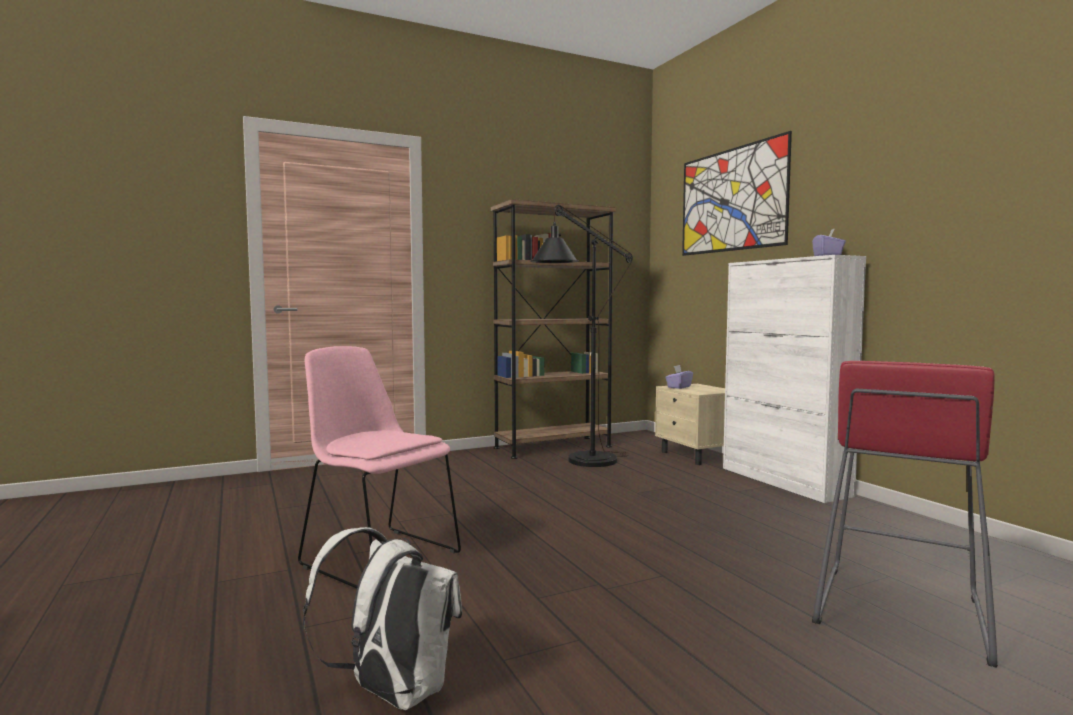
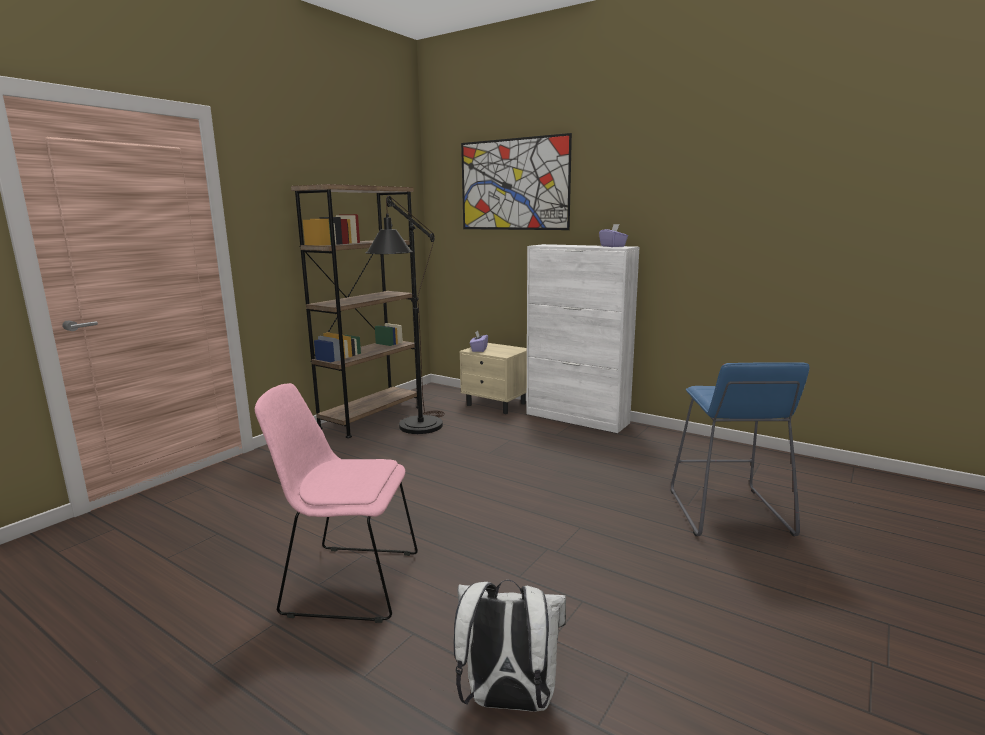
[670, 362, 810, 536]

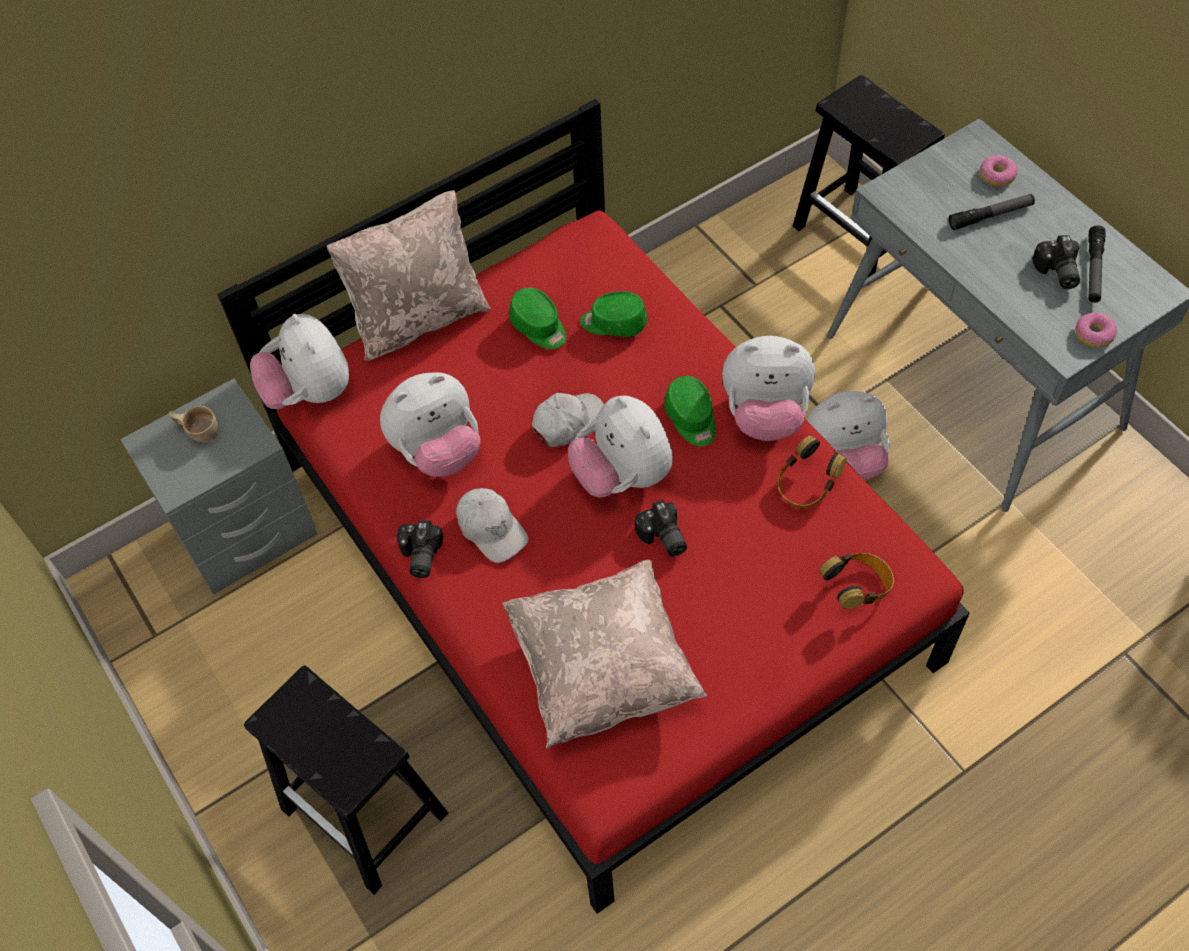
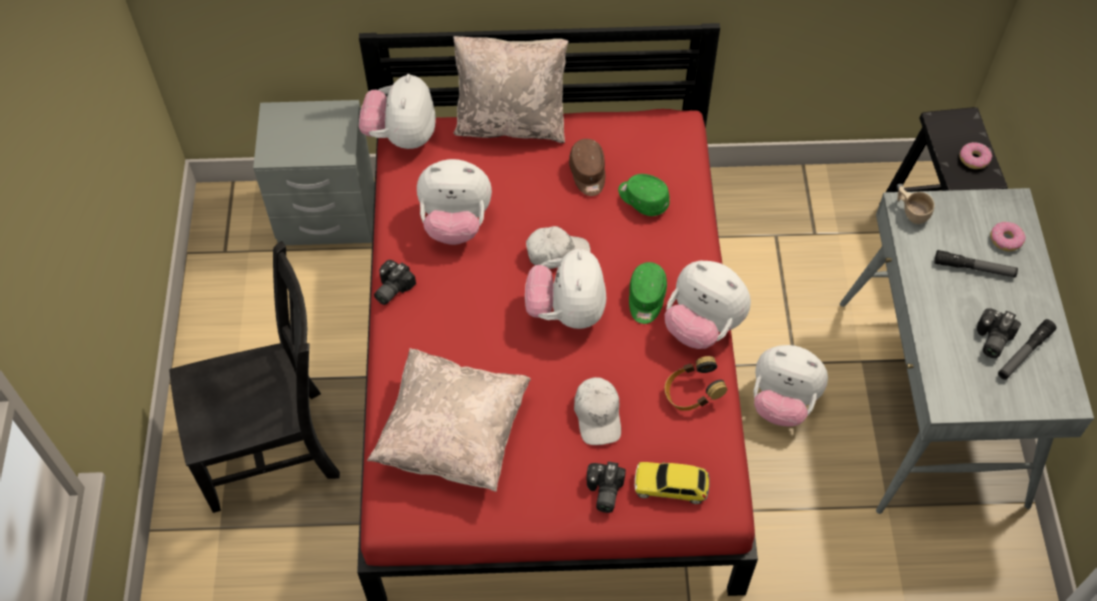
[169, 241, 340, 513]
[569, 139, 605, 196]
[574, 377, 621, 445]
[587, 462, 626, 513]
[635, 462, 710, 504]
[897, 186, 934, 224]
[959, 142, 992, 169]

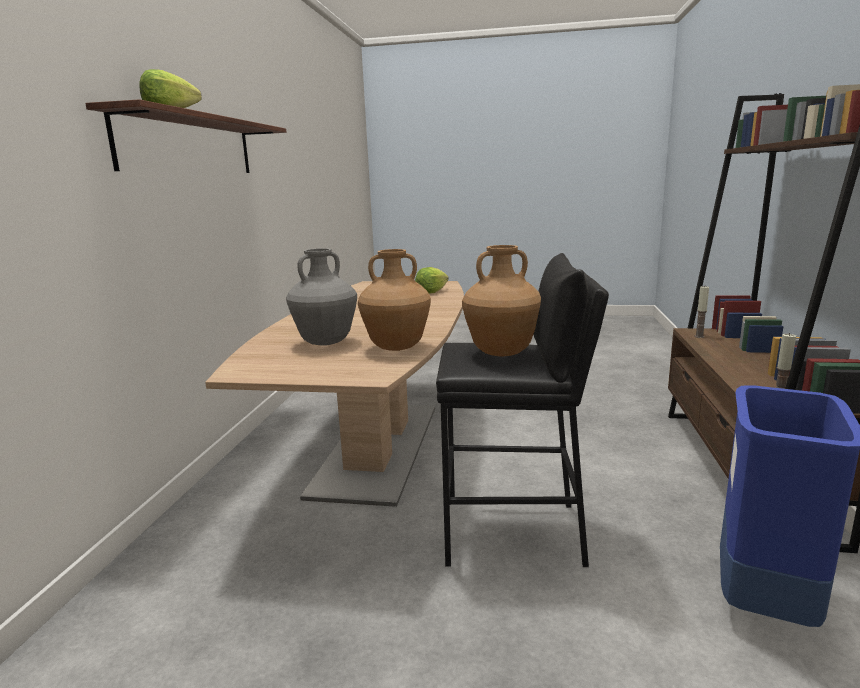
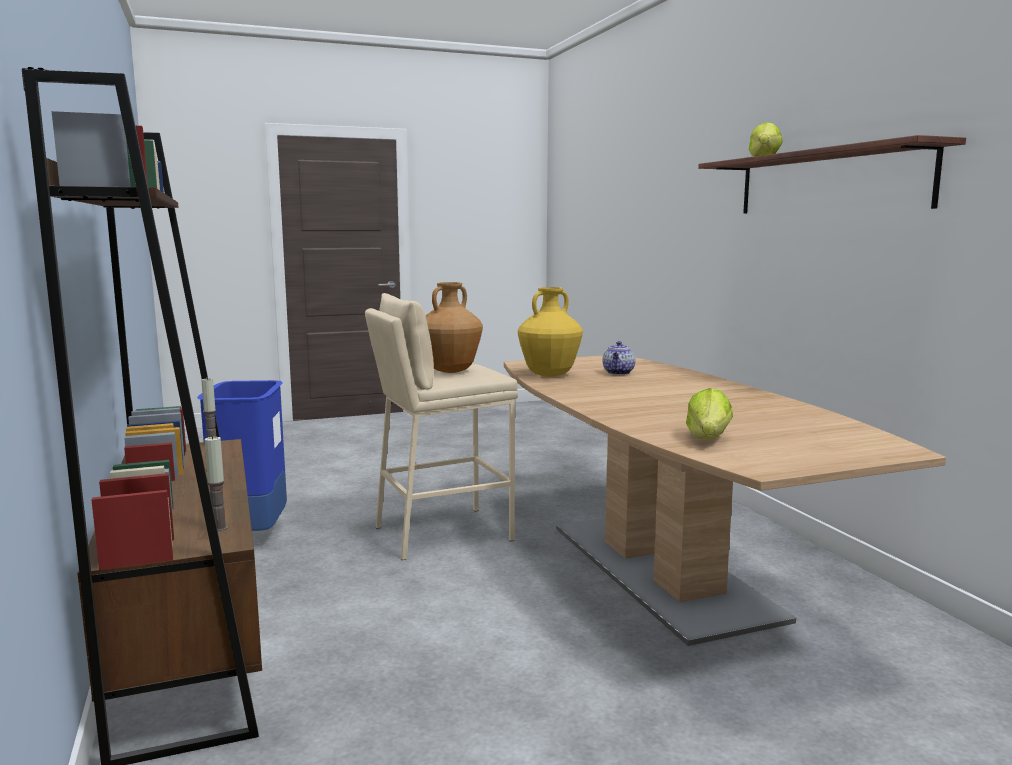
[365, 293, 518, 560]
[518, 287, 583, 377]
[602, 341, 636, 375]

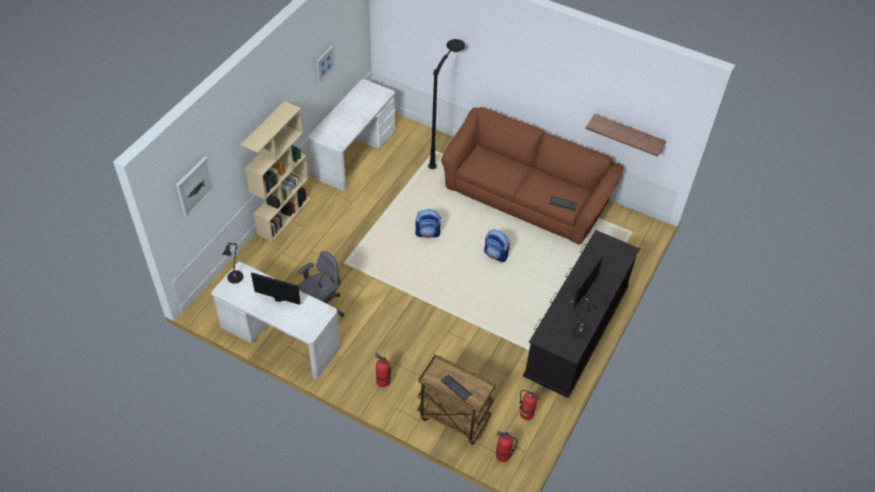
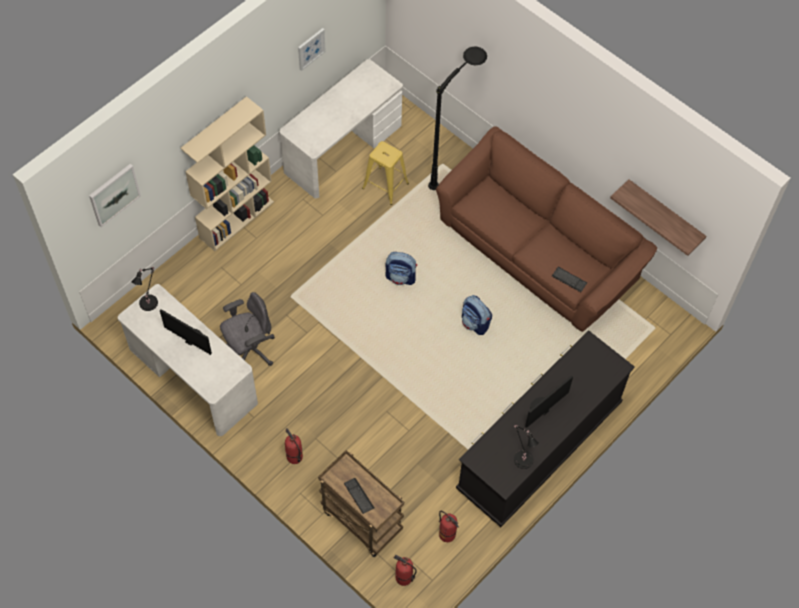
[362, 141, 409, 205]

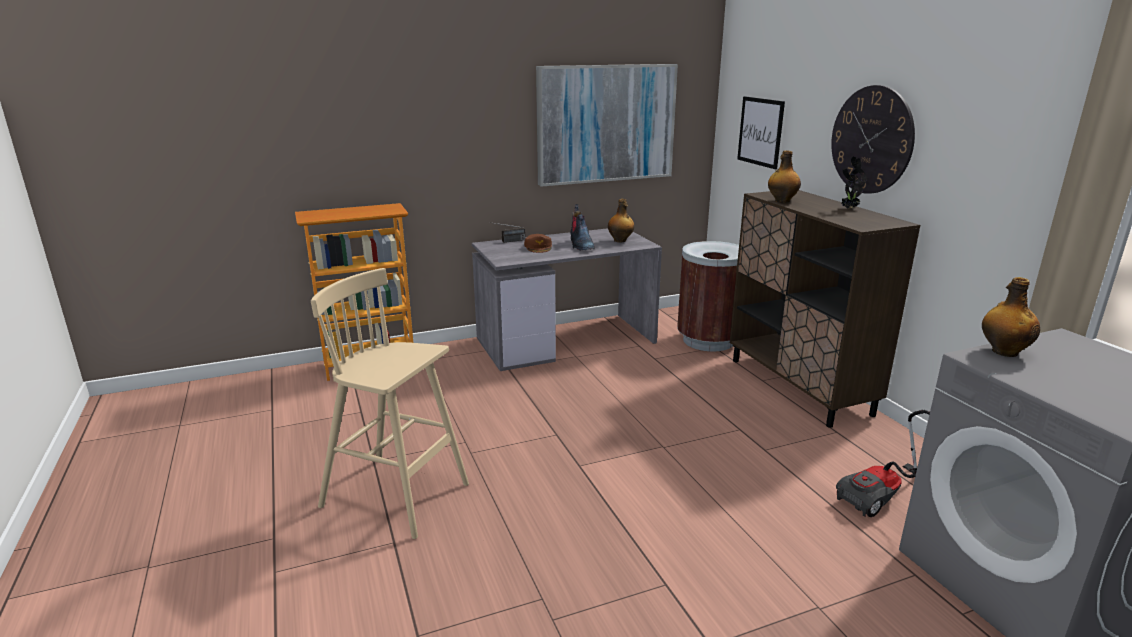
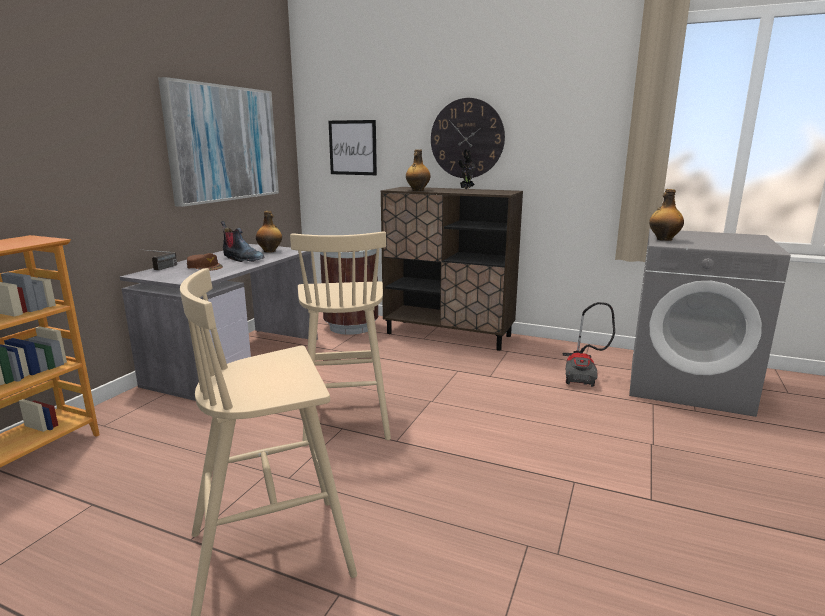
[290, 231, 391, 446]

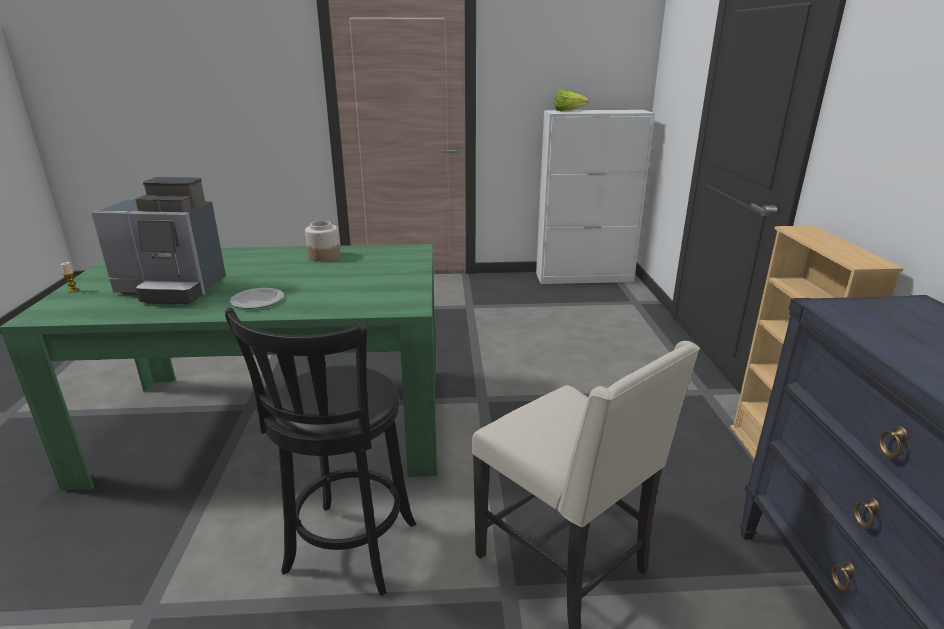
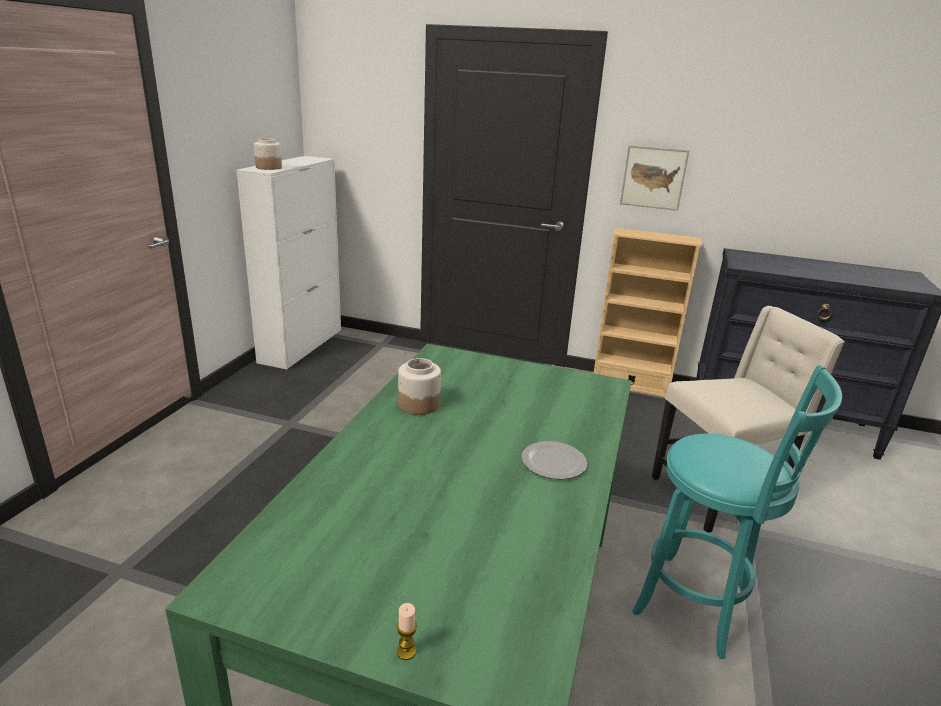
[254, 138, 282, 170]
[620, 145, 689, 211]
[632, 365, 842, 659]
[91, 177, 226, 305] (first image)

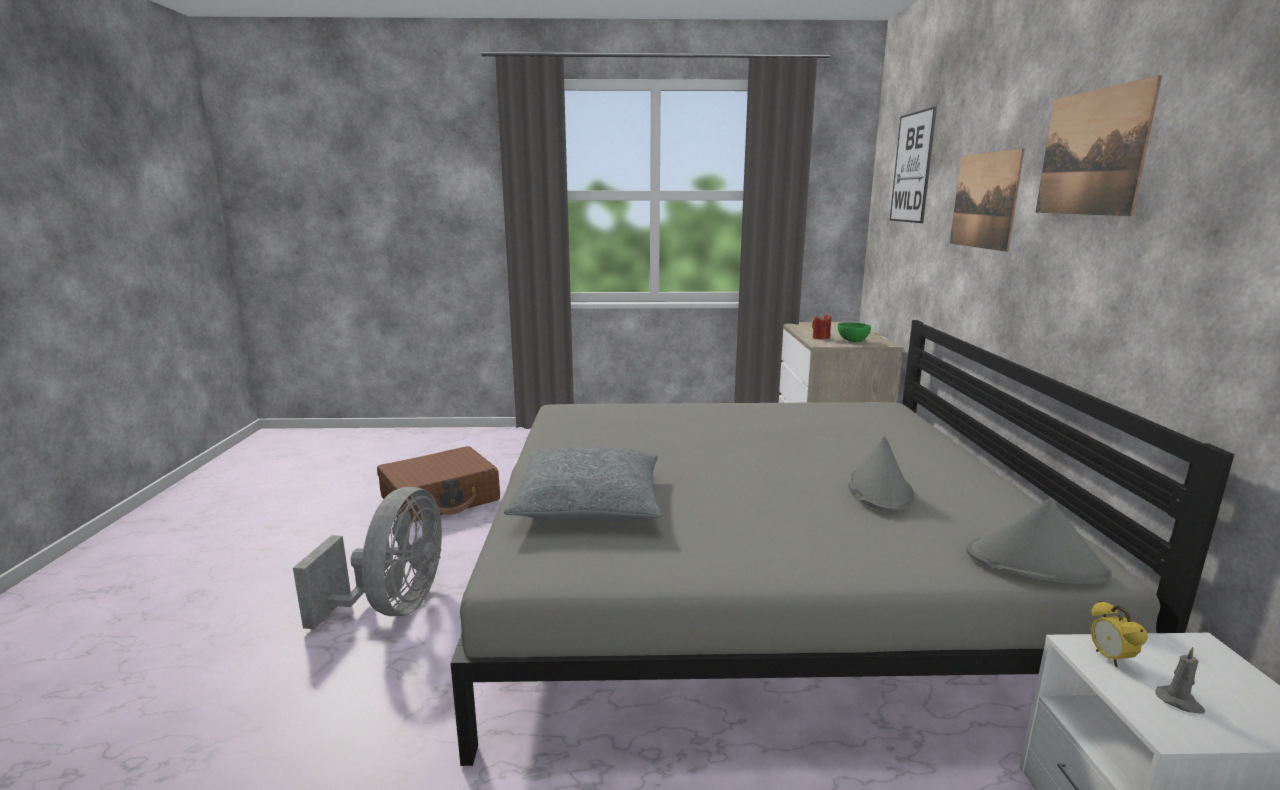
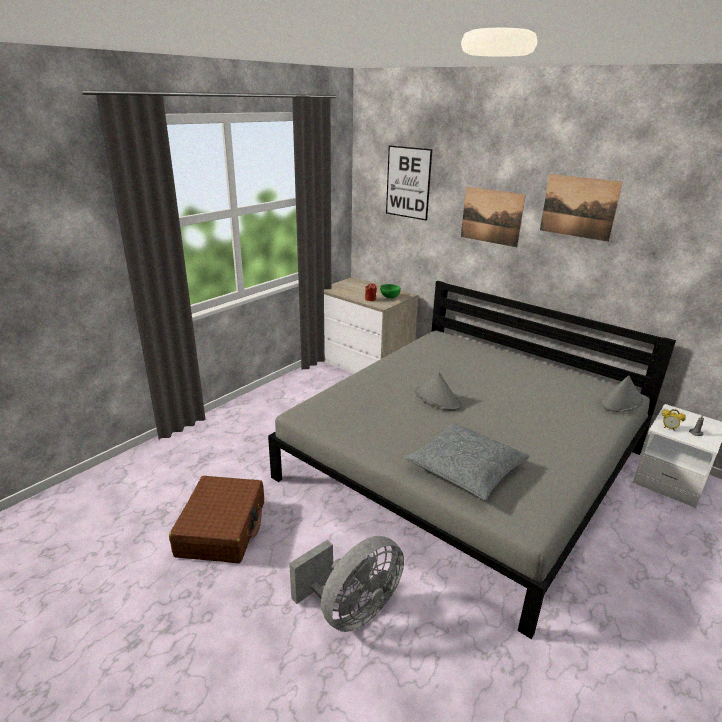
[289, 536, 404, 632]
[415, 372, 462, 411]

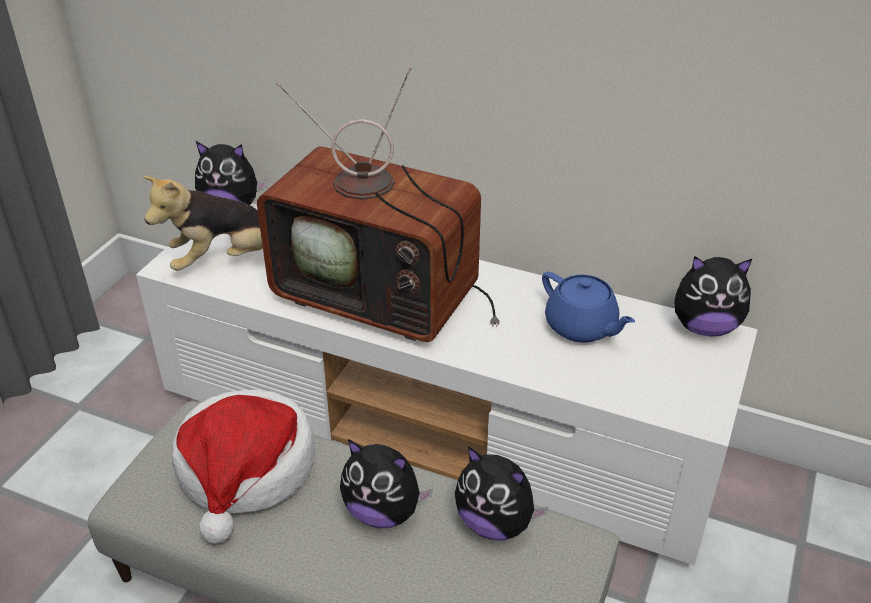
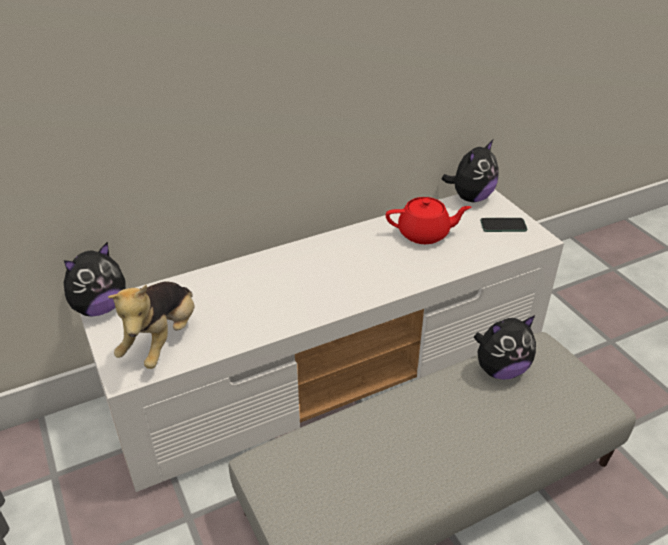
[386, 197, 471, 244]
[480, 218, 527, 232]
[172, 390, 315, 544] (first image)
[257, 66, 499, 342] (first image)
[340, 439, 433, 528] (first image)

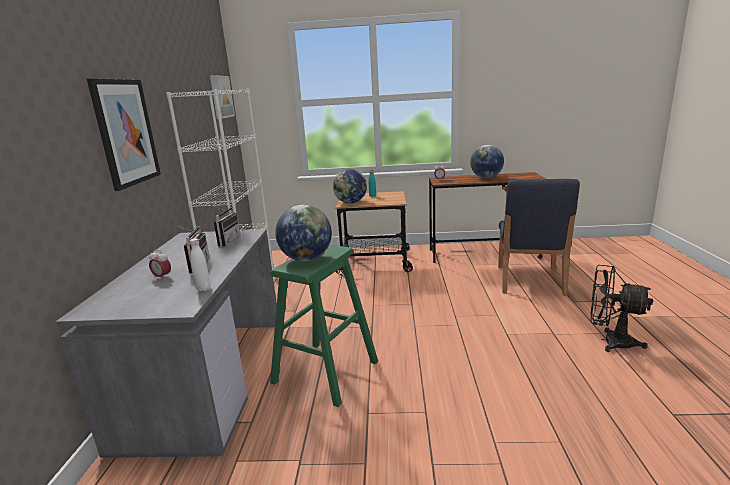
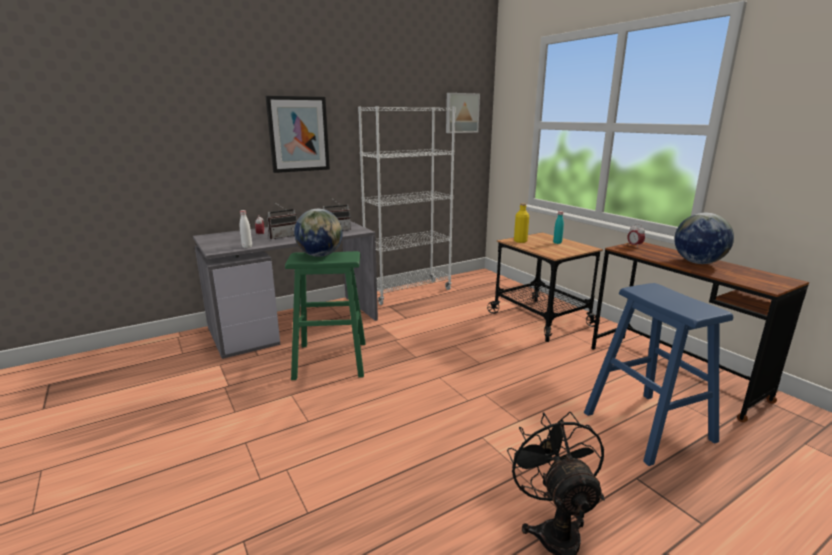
[514, 203, 529, 243]
[584, 283, 733, 466]

